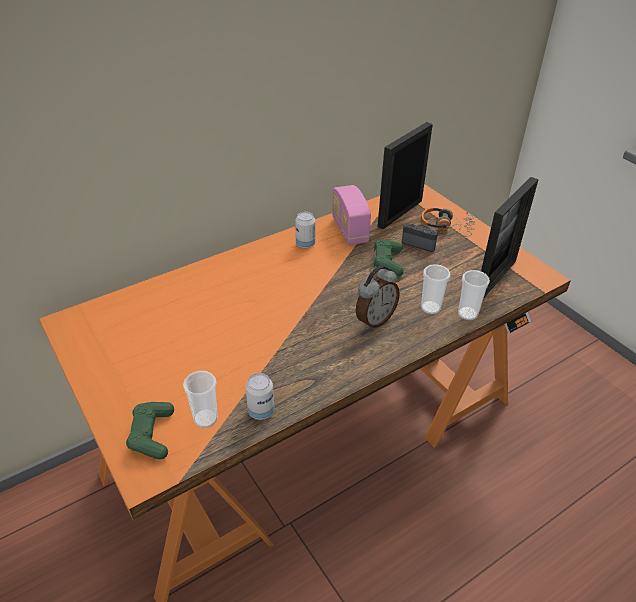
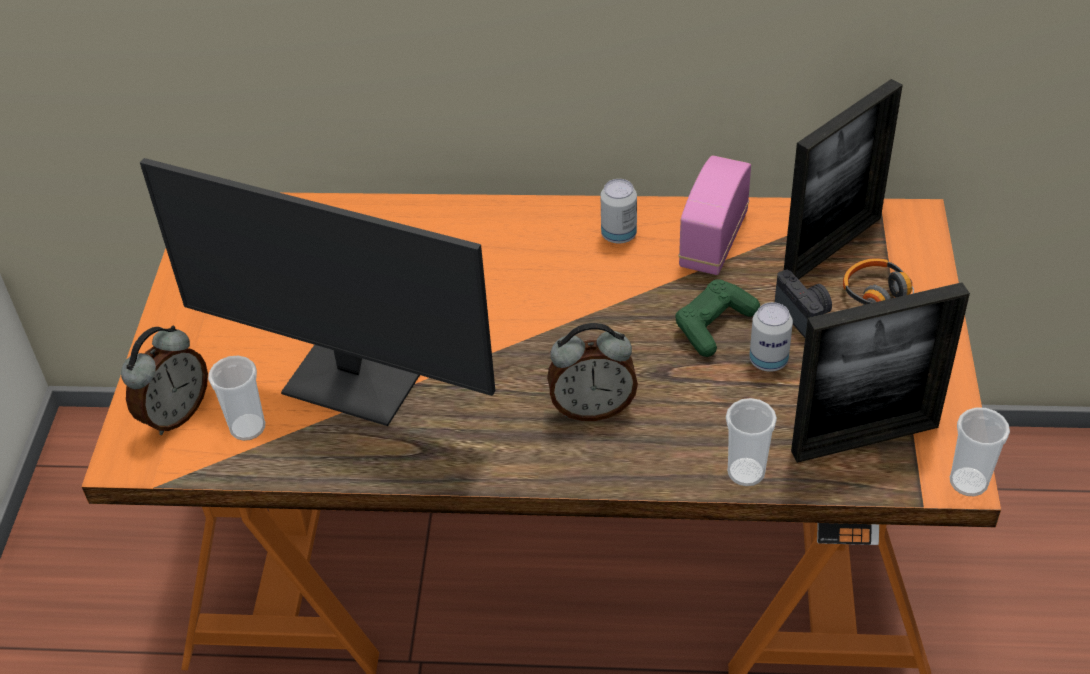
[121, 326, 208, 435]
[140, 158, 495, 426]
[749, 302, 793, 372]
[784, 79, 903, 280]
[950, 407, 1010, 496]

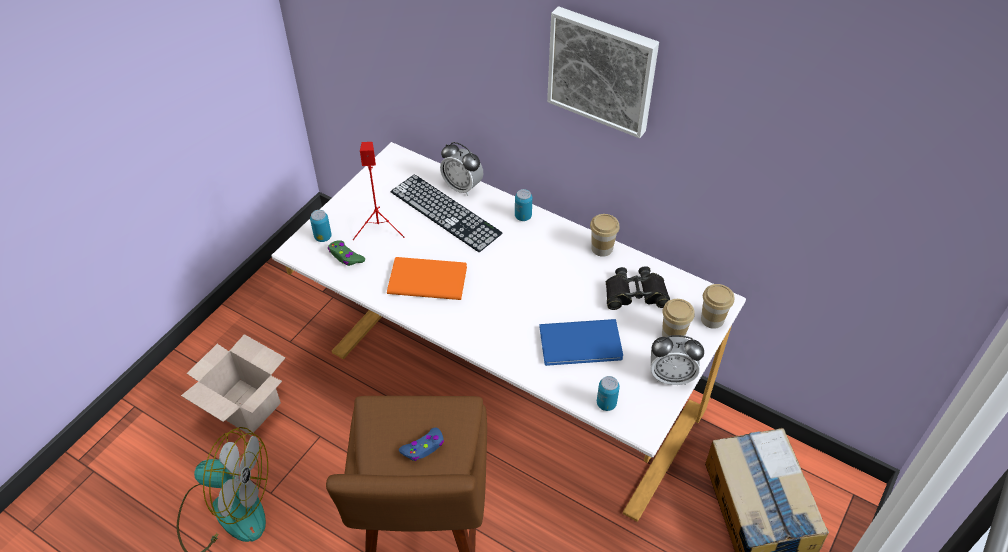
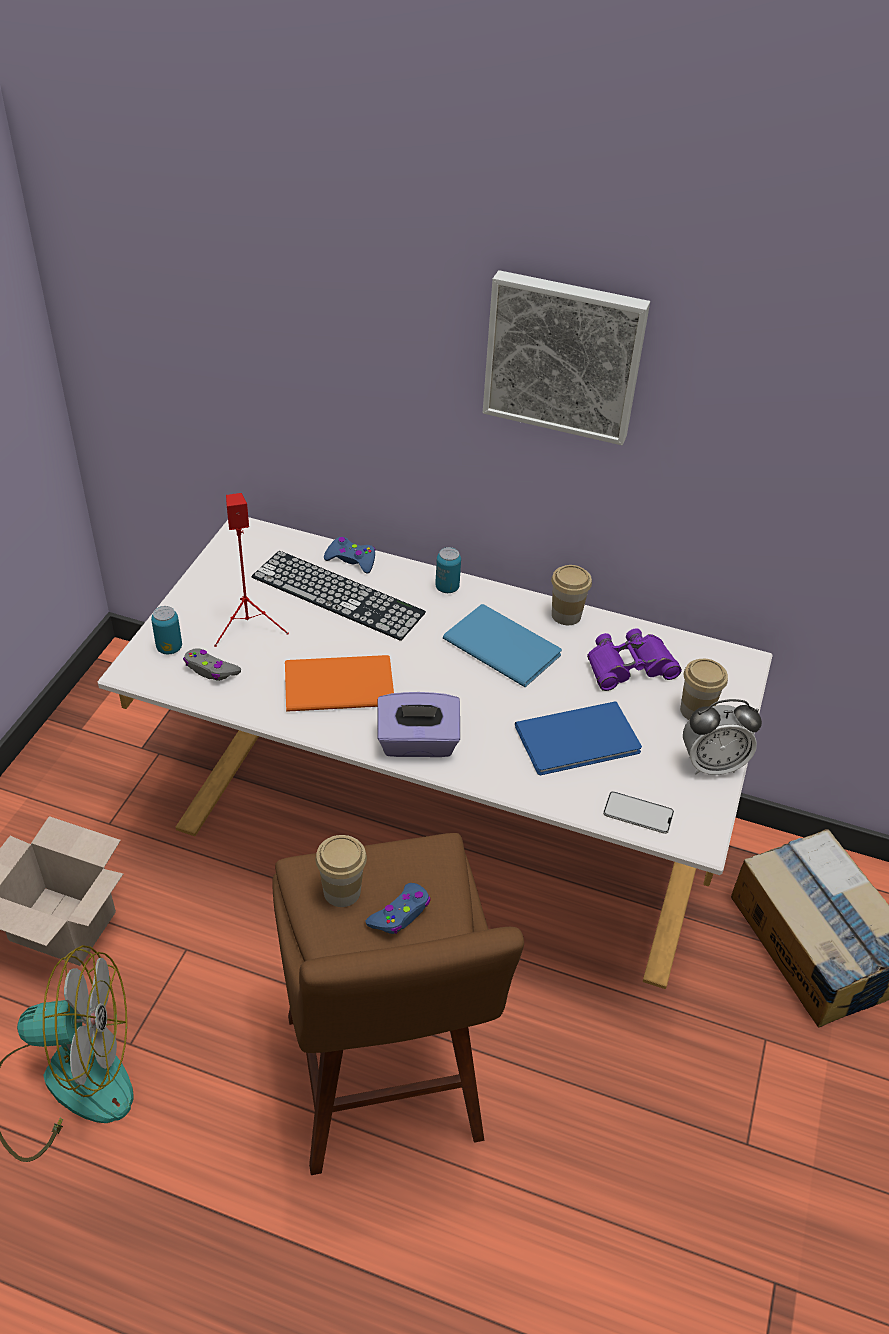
[183, 648, 241, 681]
[315, 835, 367, 907]
[324, 537, 375, 574]
[377, 692, 460, 757]
[443, 604, 562, 687]
[587, 628, 682, 691]
[603, 792, 674, 834]

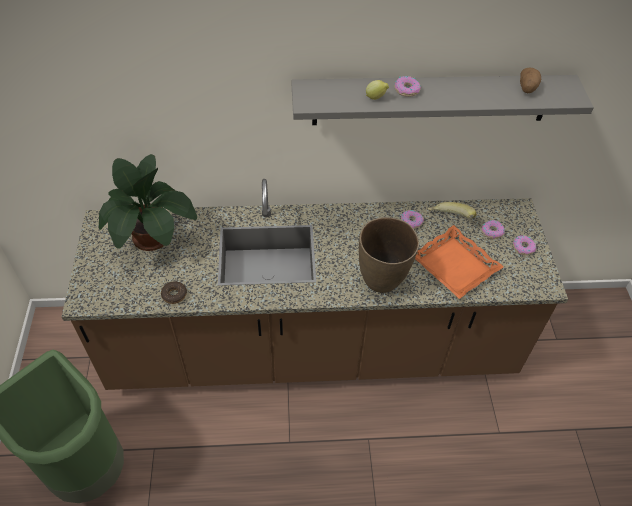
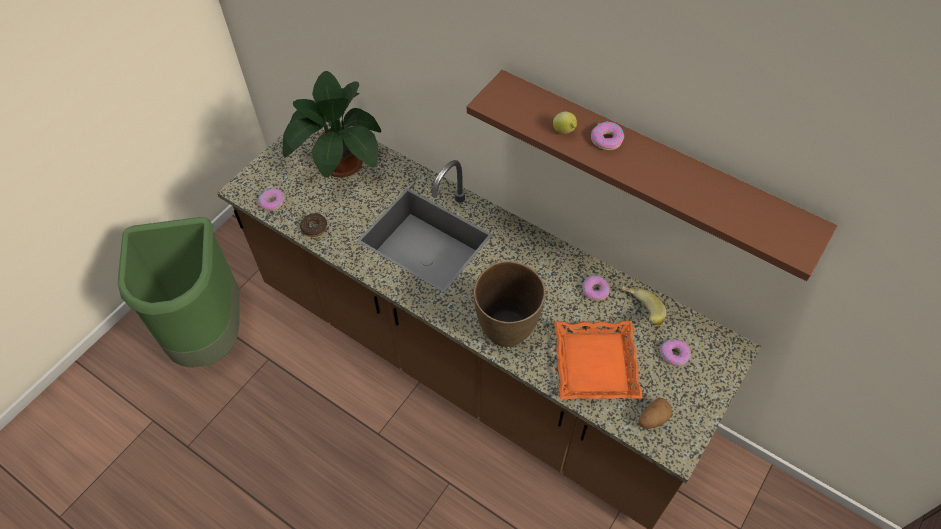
[258, 188, 285, 211]
[467, 70, 837, 281]
[638, 398, 672, 429]

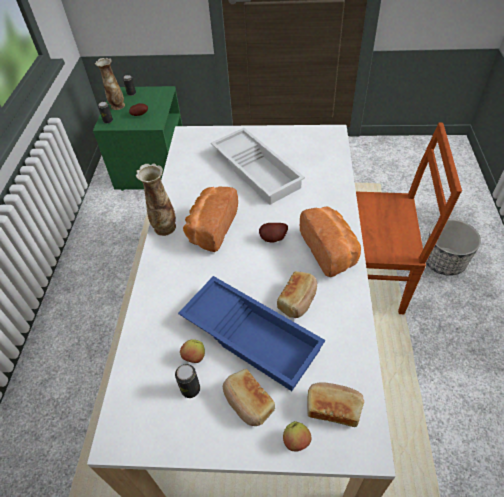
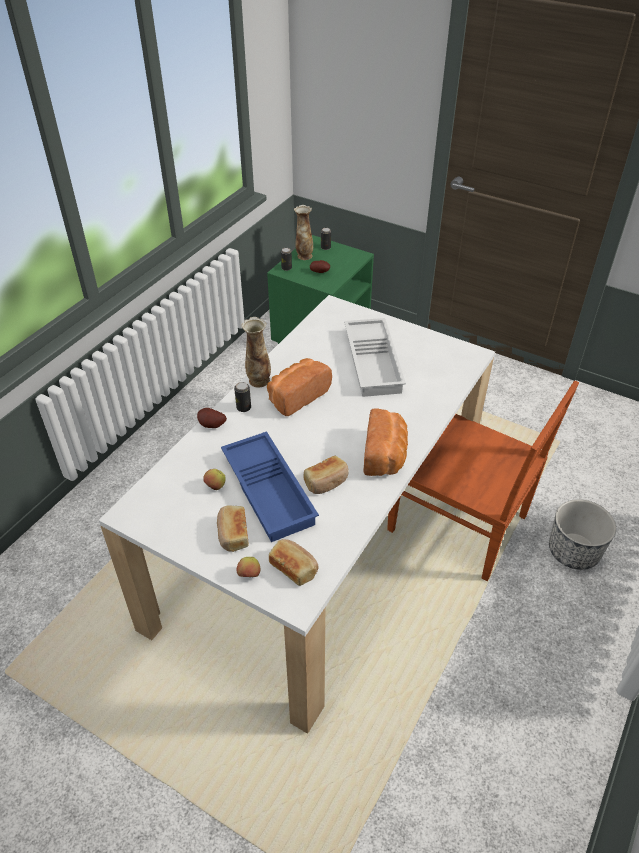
[197, 408, 227, 428]
[234, 382, 251, 412]

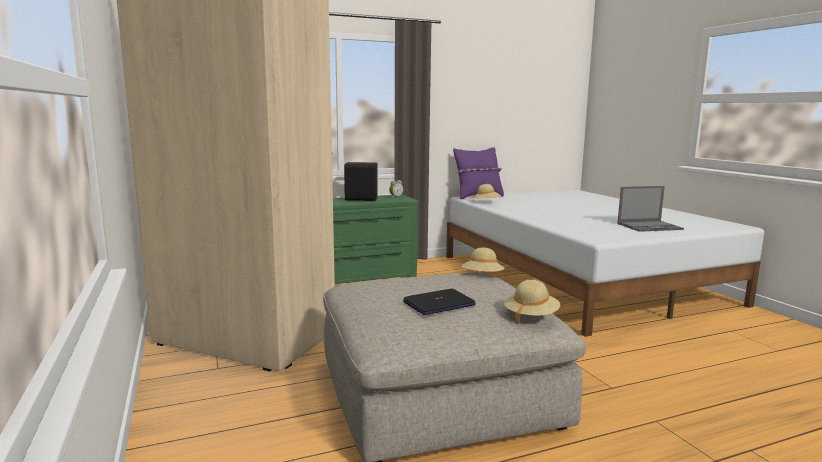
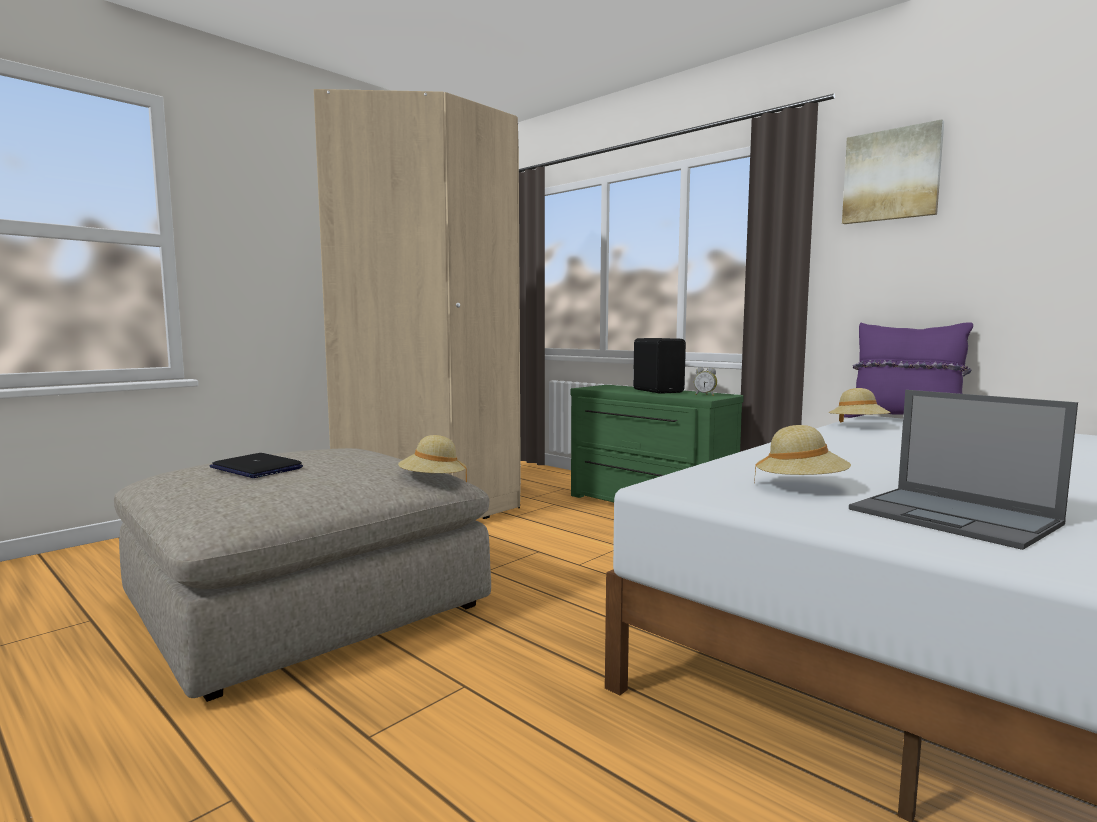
[754, 425, 851, 484]
[842, 119, 944, 224]

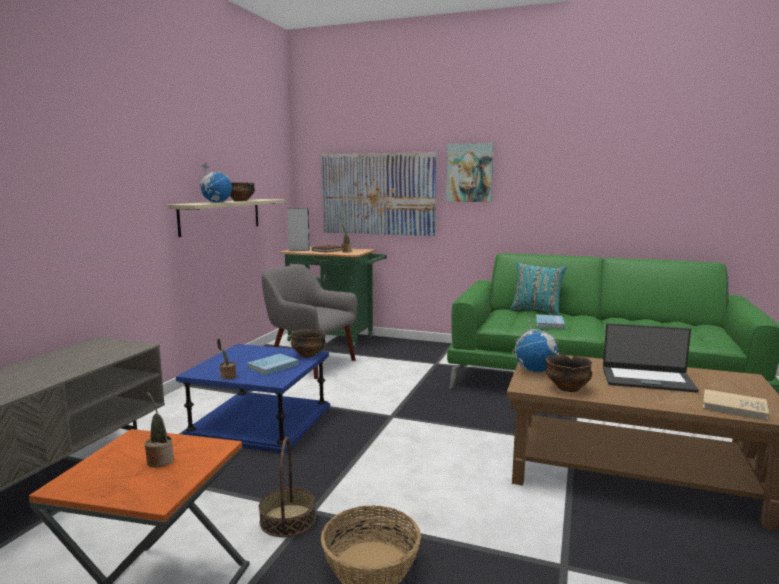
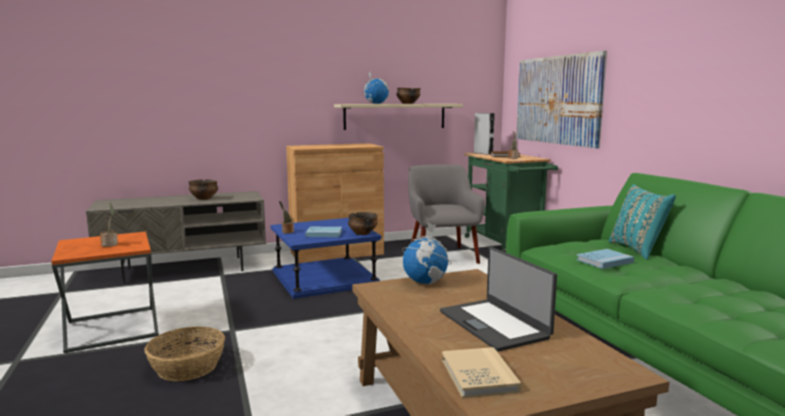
[188, 179, 218, 200]
[286, 143, 384, 263]
[259, 437, 316, 537] (first image)
[446, 143, 494, 202] (first image)

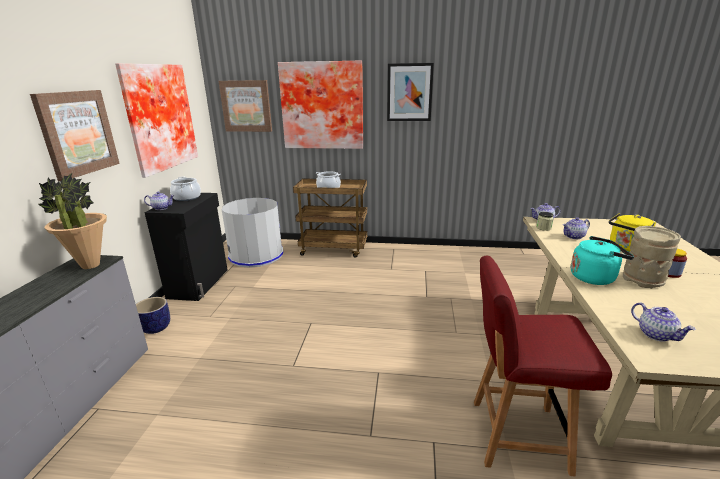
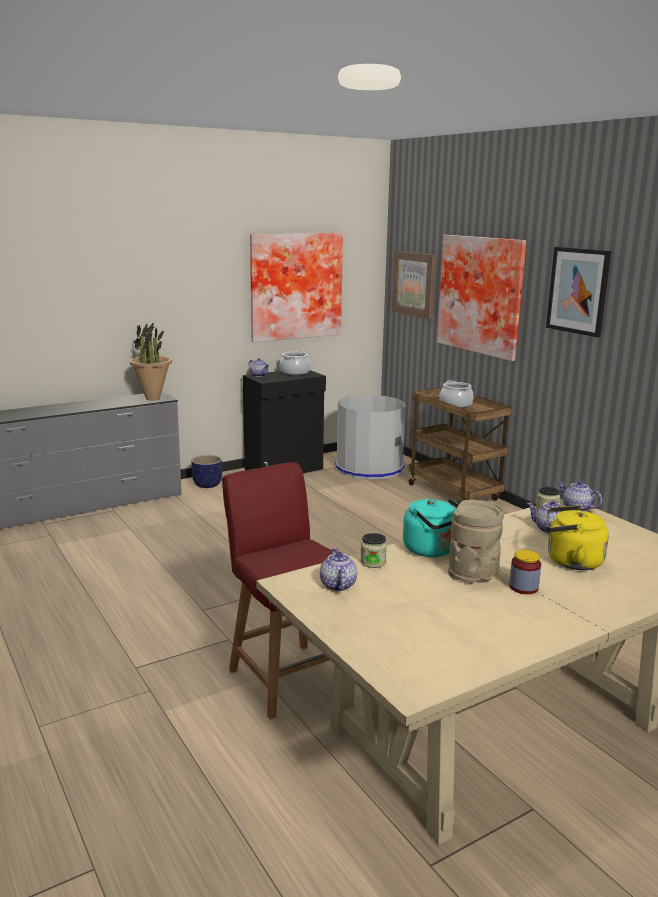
[320, 548, 357, 591]
[360, 533, 387, 568]
[30, 90, 120, 181] (first image)

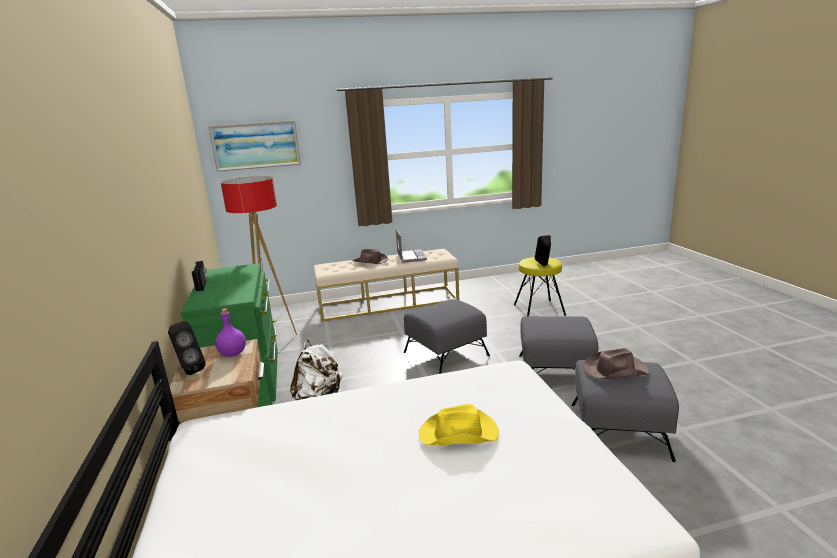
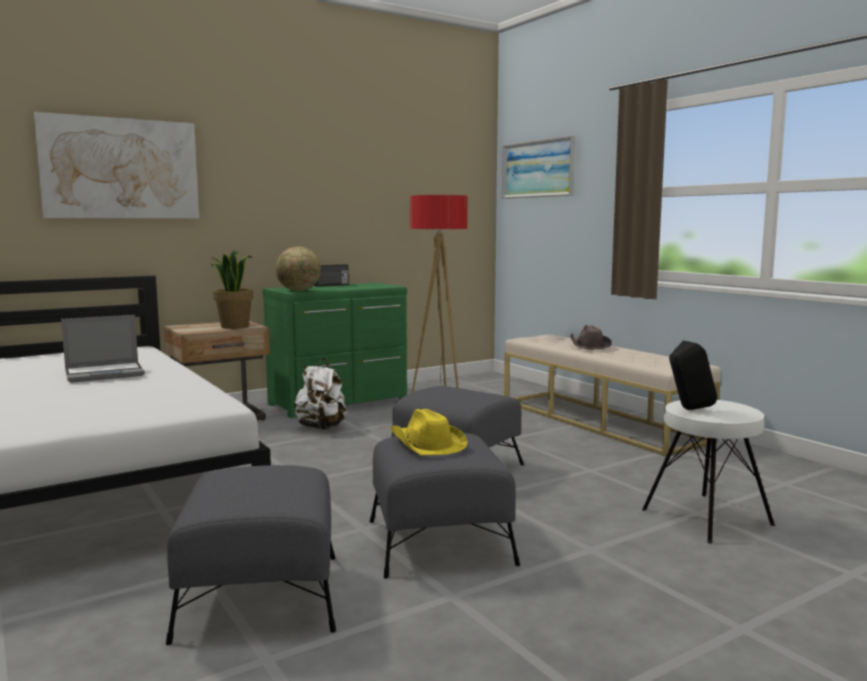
[34, 112, 199, 218]
[61, 315, 145, 383]
[211, 250, 253, 329]
[276, 247, 321, 291]
[391, 409, 468, 455]
[642, 400, 775, 544]
[168, 321, 206, 375] (first image)
[583, 348, 649, 379] (first image)

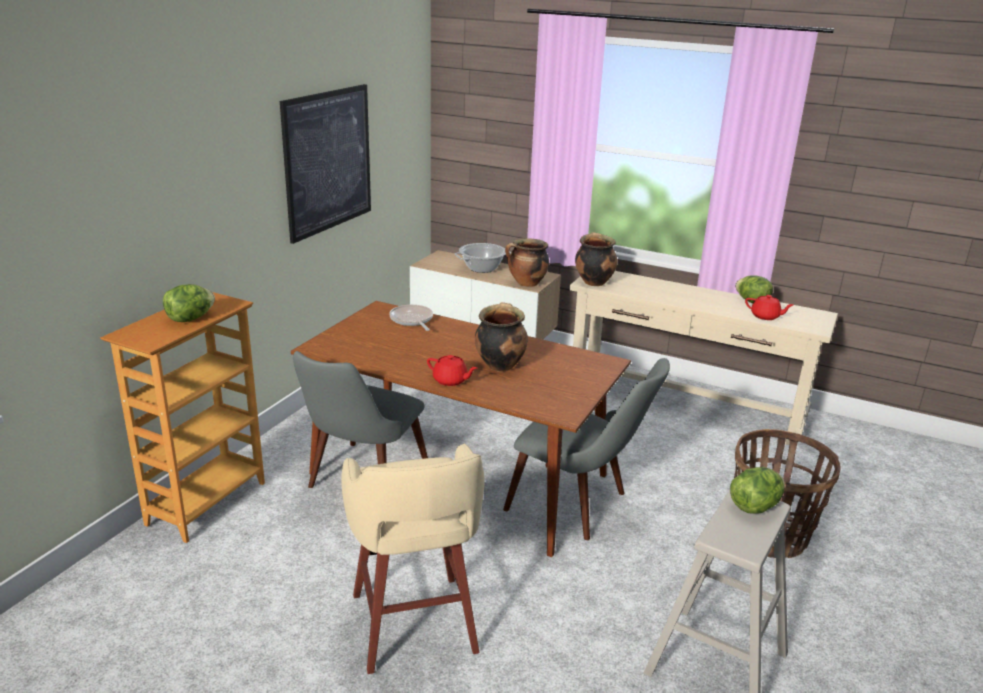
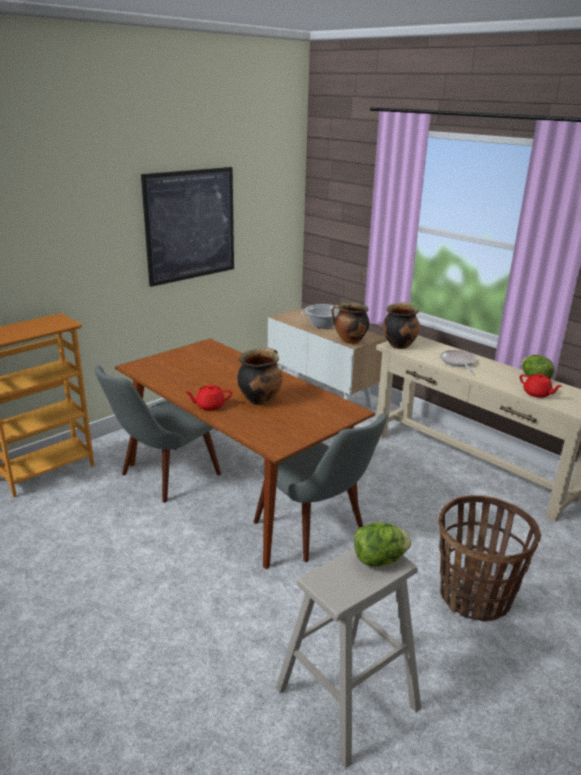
[185, 385, 232, 411]
[440, 350, 477, 372]
[163, 284, 215, 322] (first image)
[342, 444, 485, 674] (first image)

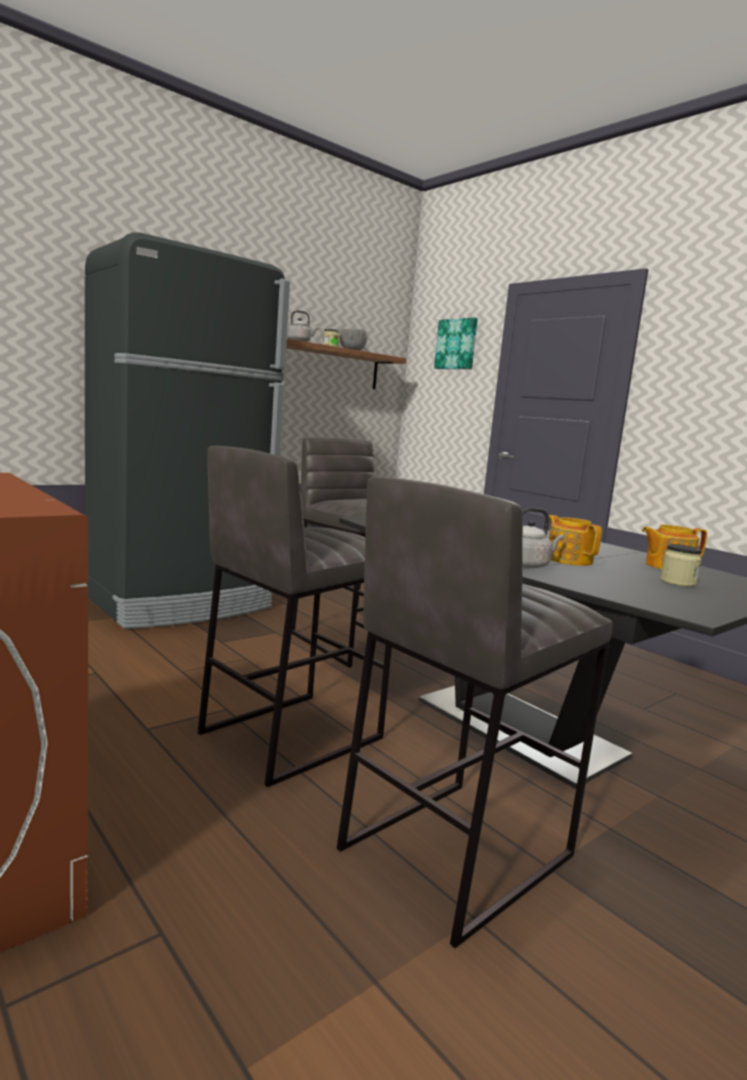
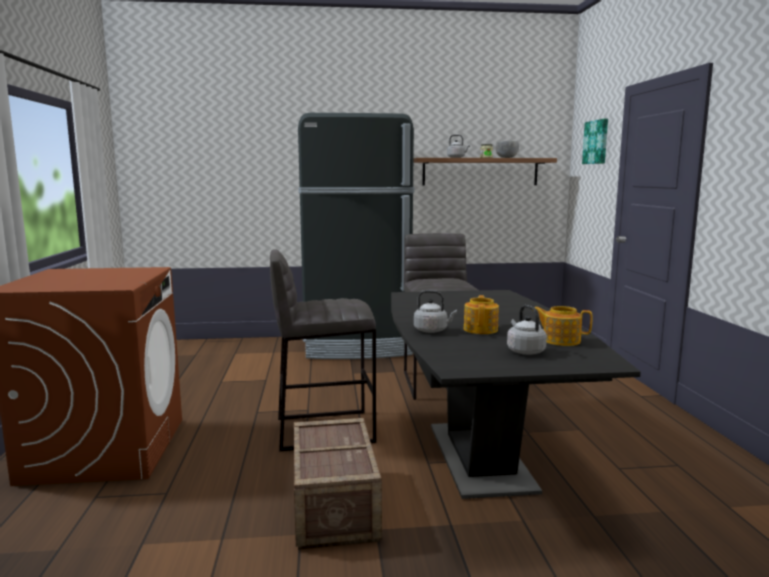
[293, 418, 382, 550]
[507, 305, 547, 355]

